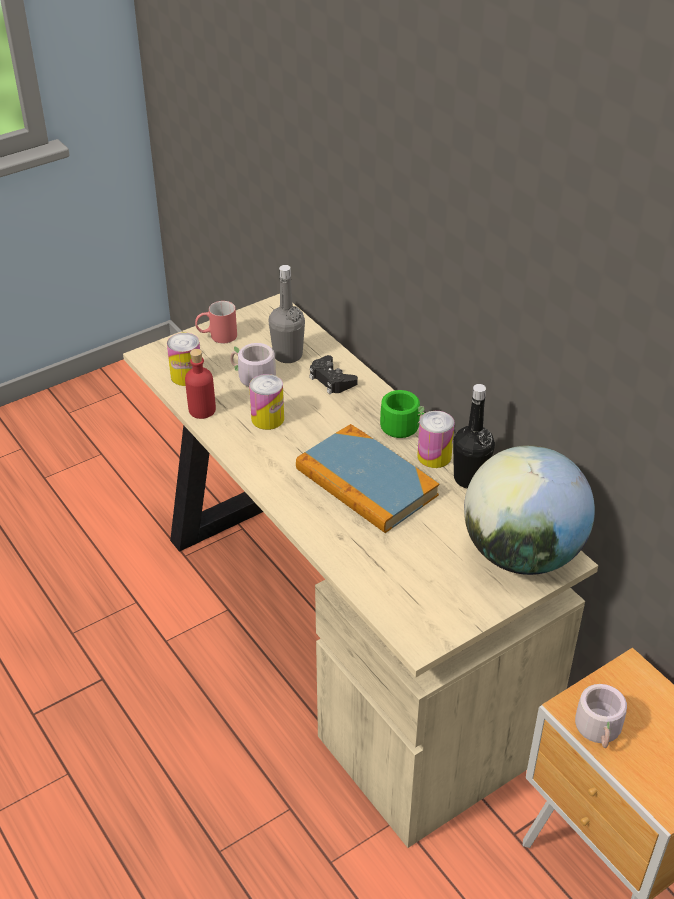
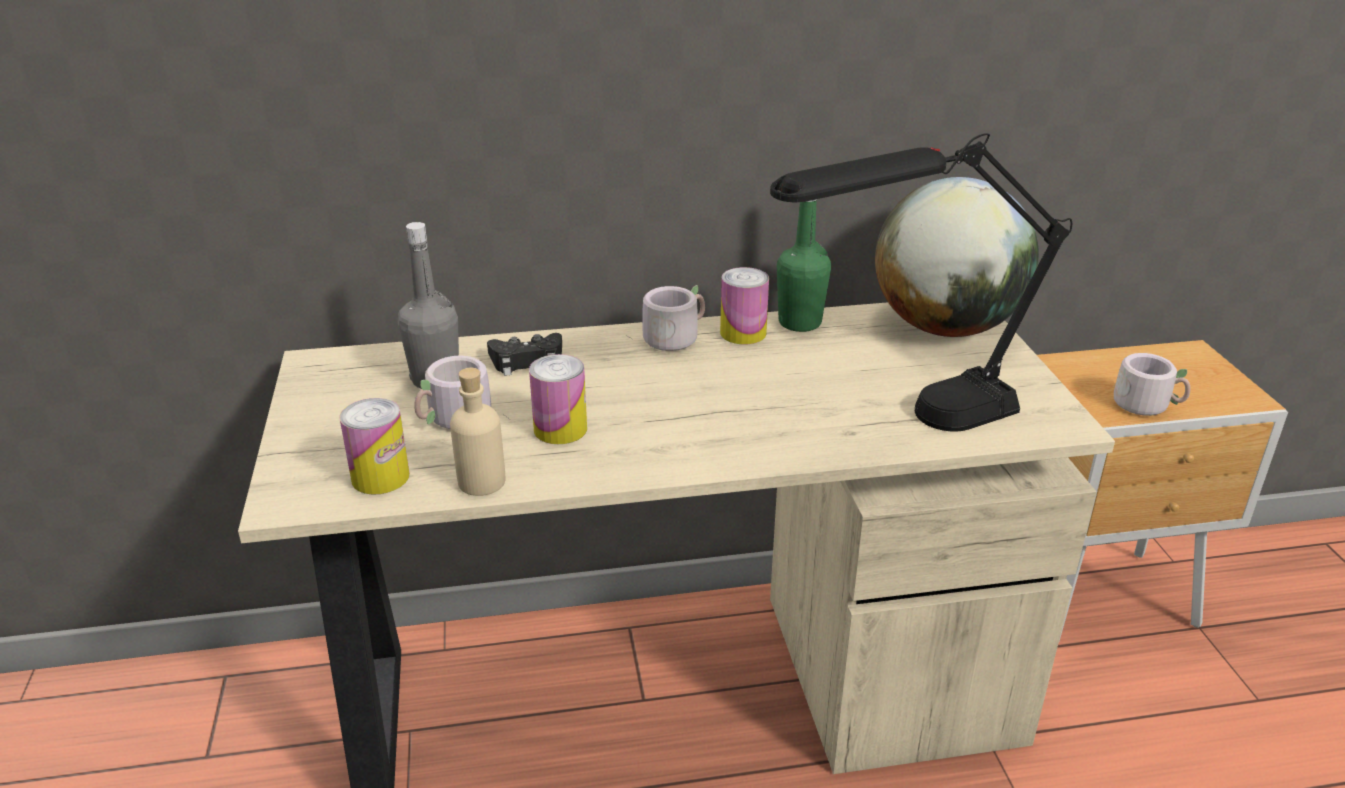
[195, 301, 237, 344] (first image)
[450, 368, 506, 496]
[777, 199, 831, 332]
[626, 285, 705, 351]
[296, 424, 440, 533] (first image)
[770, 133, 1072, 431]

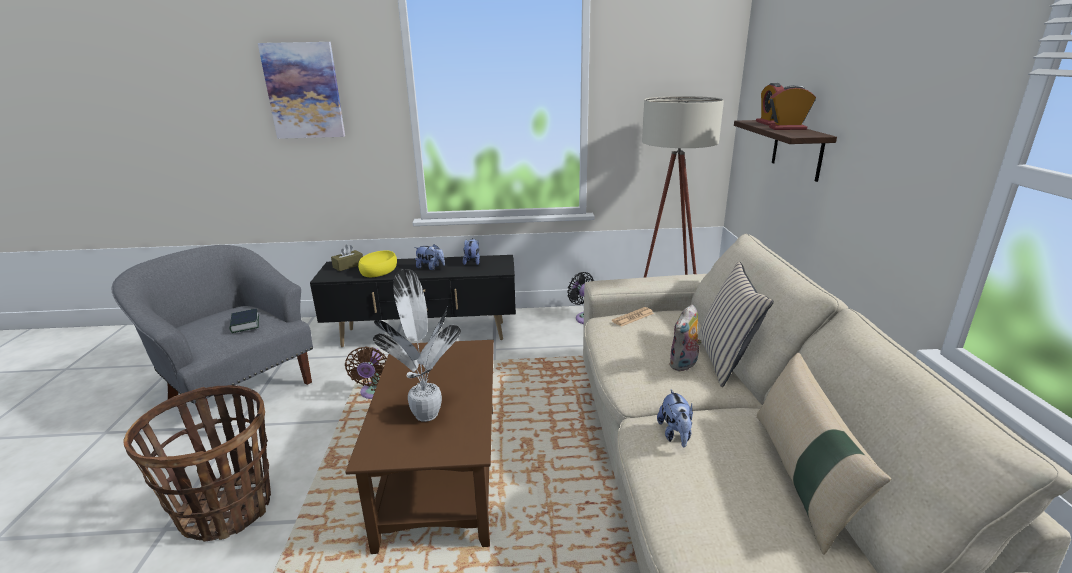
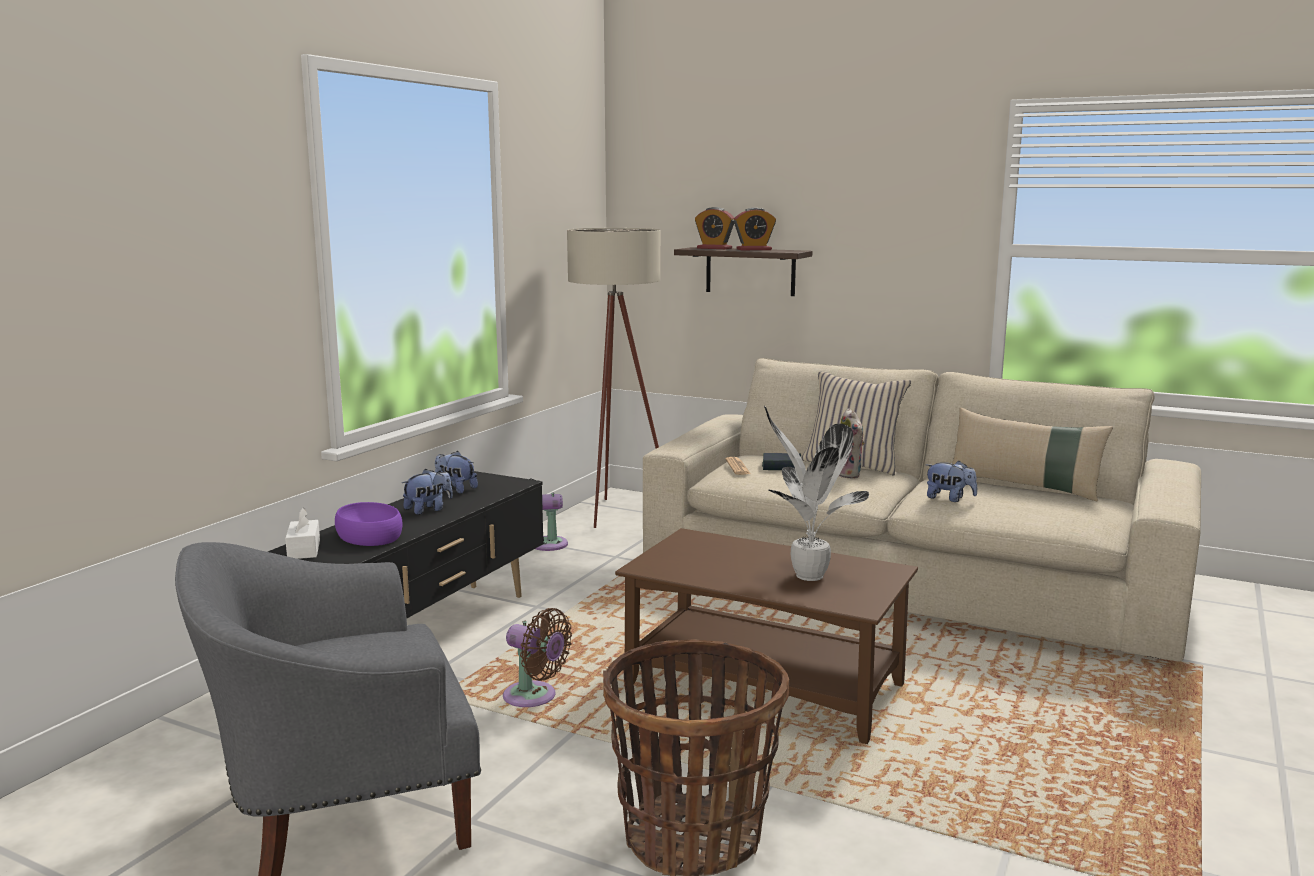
[258, 42, 345, 139] (first image)
[734, 208, 776, 250]
[285, 507, 320, 559]
[335, 502, 403, 546]
[762, 453, 801, 470]

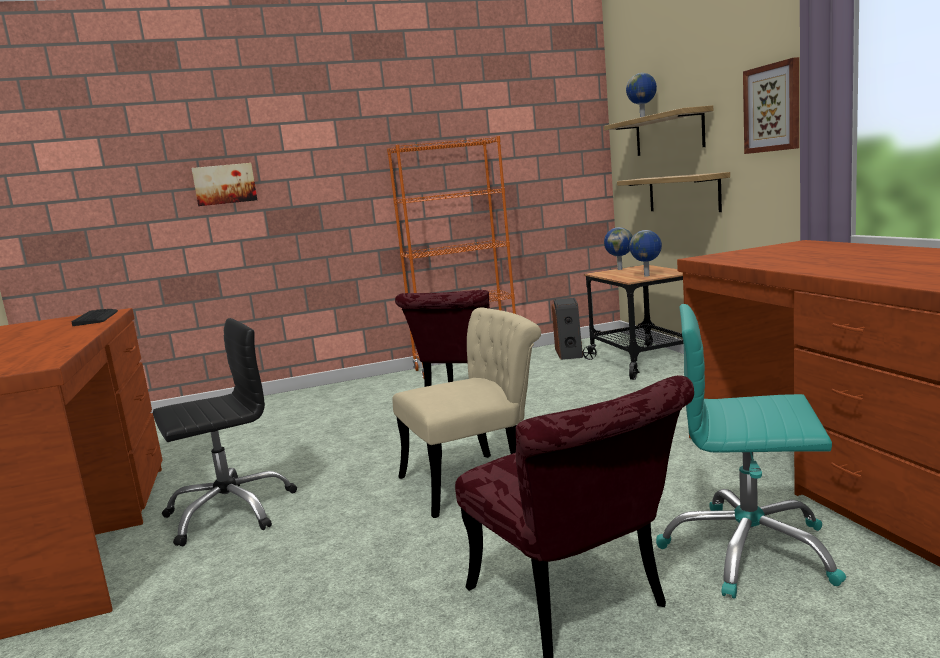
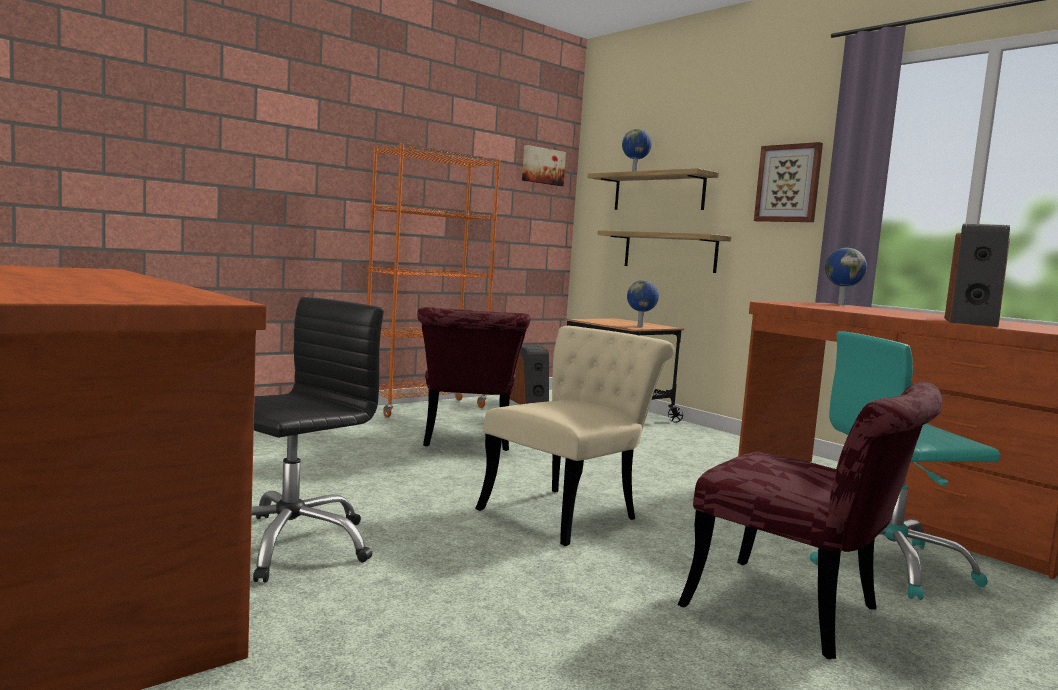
[522, 145, 566, 186]
[825, 248, 867, 305]
[72, 309, 118, 326] (first image)
[945, 223, 1010, 327]

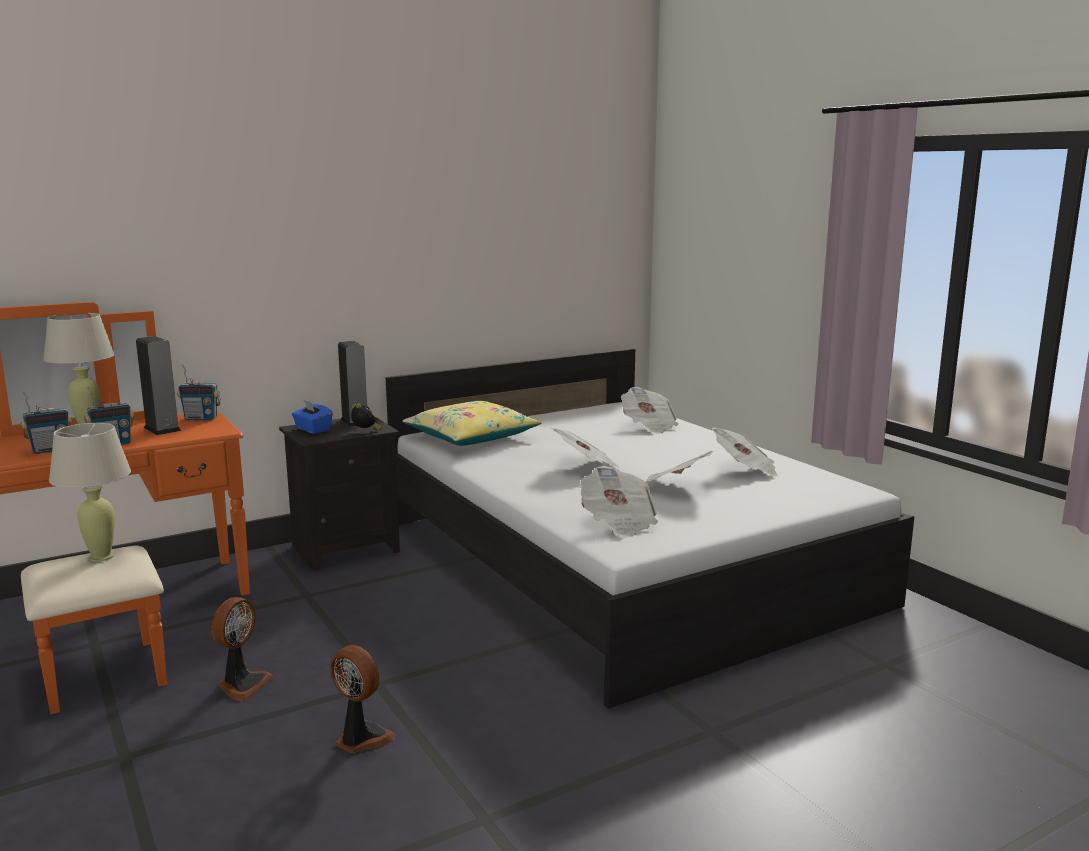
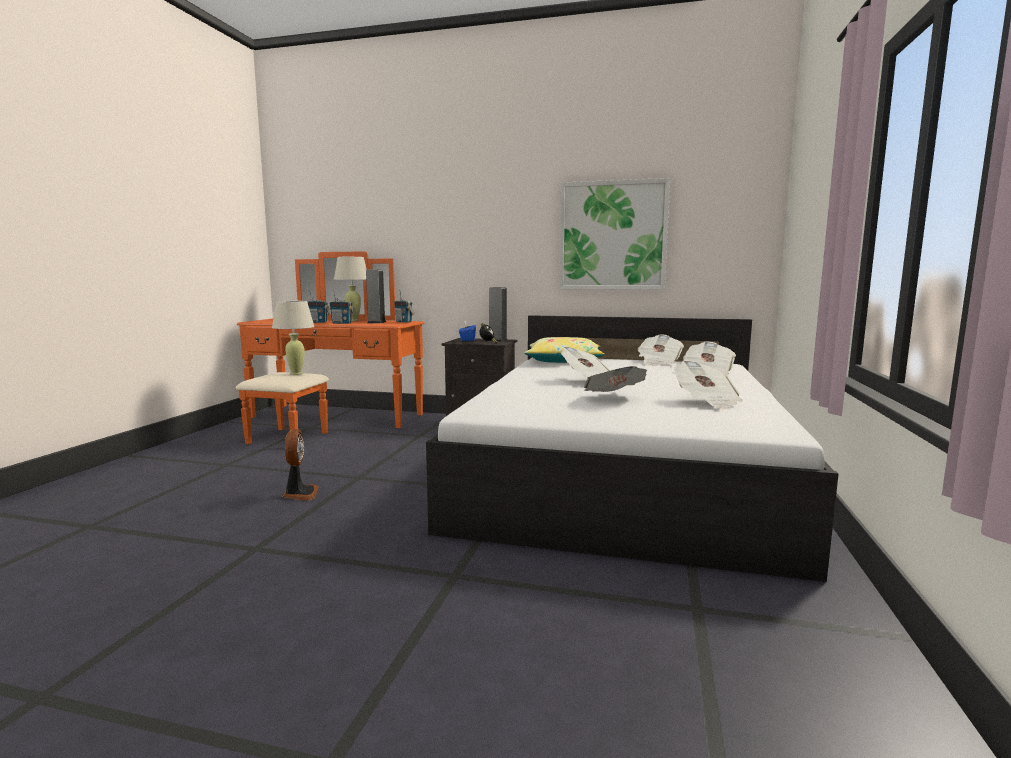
[638, 334, 684, 366]
[212, 597, 274, 701] (first image)
[559, 178, 670, 290]

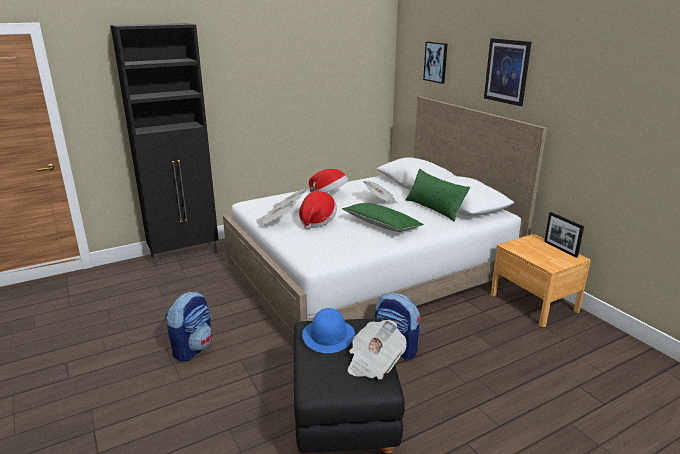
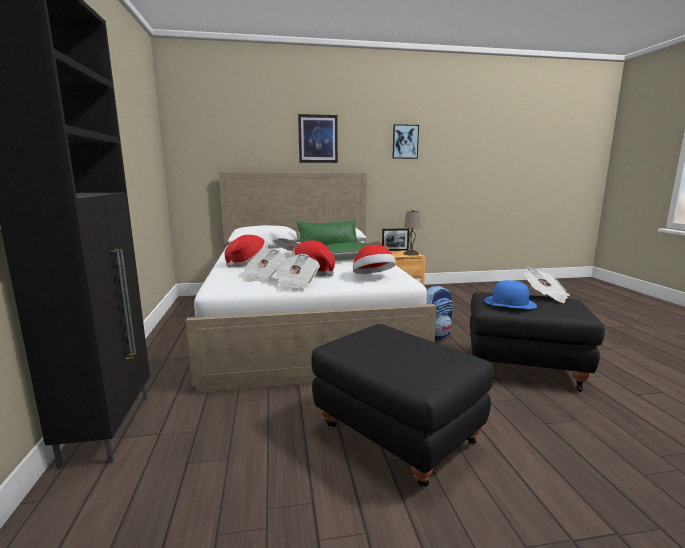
[392, 124, 419, 159]
[311, 324, 494, 487]
[403, 210, 421, 256]
[353, 244, 396, 274]

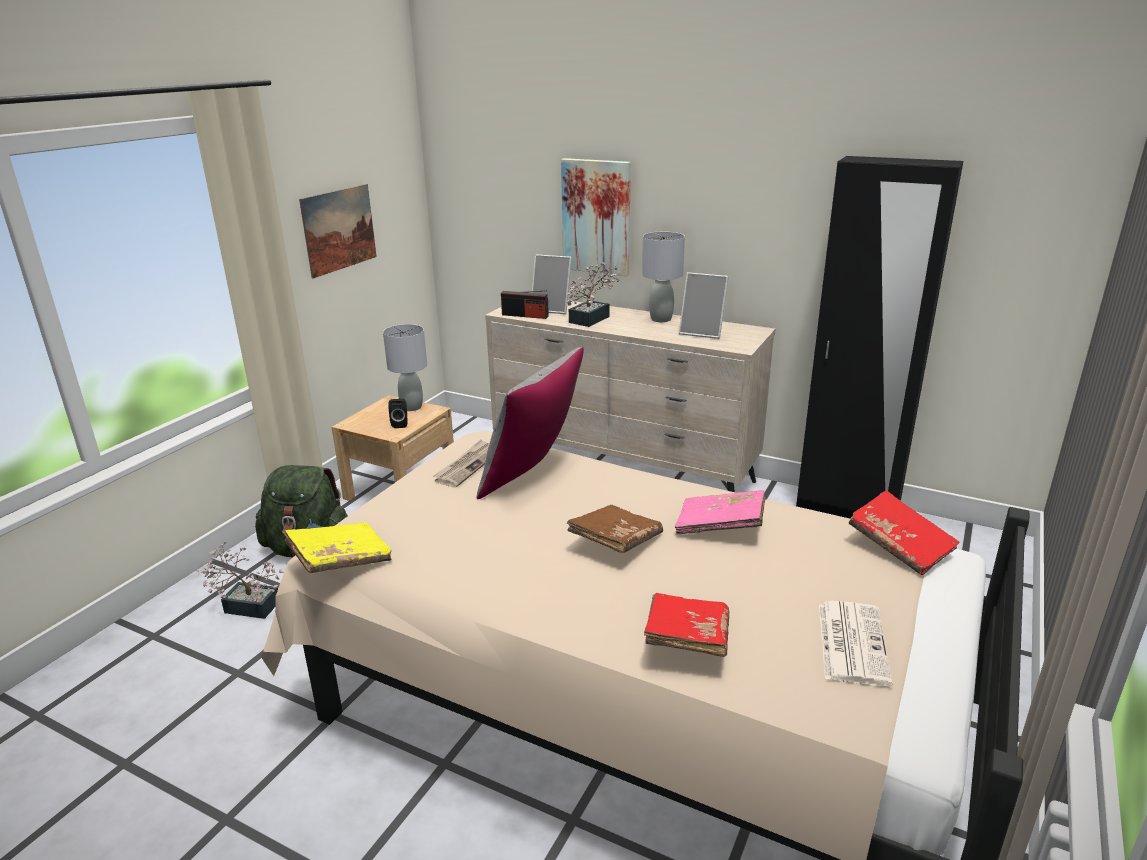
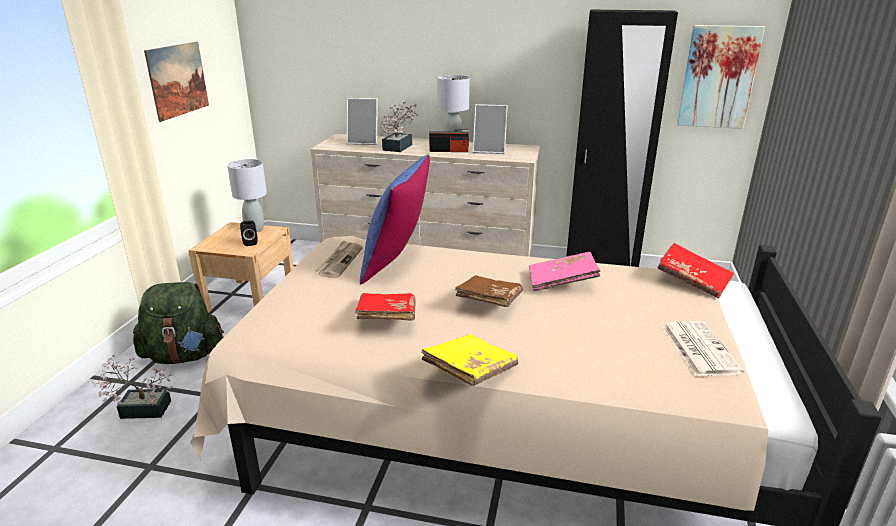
[677, 25, 765, 129]
[429, 128, 469, 152]
[360, 155, 430, 285]
[421, 334, 518, 386]
[355, 293, 416, 320]

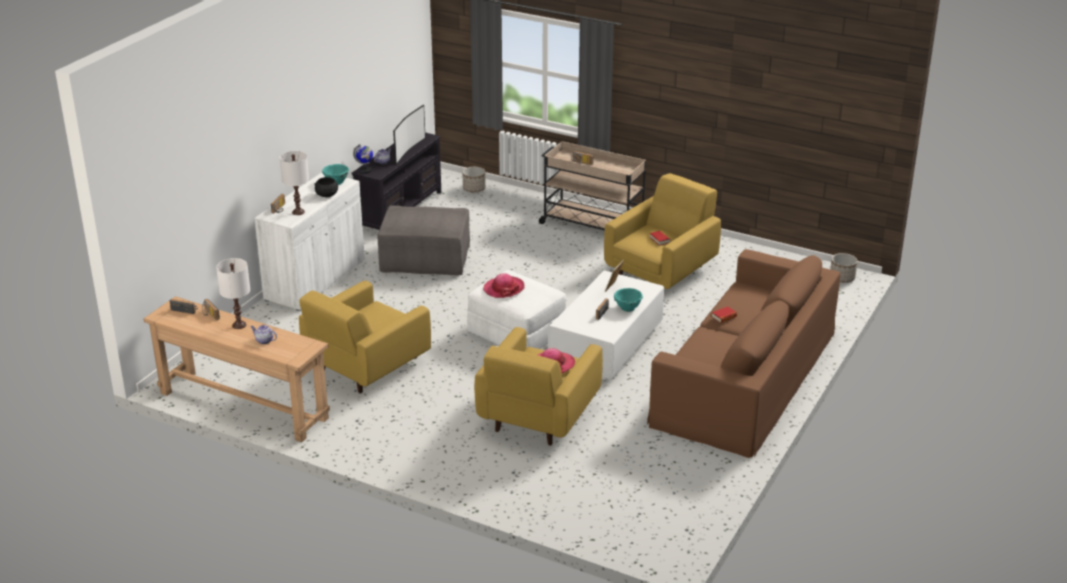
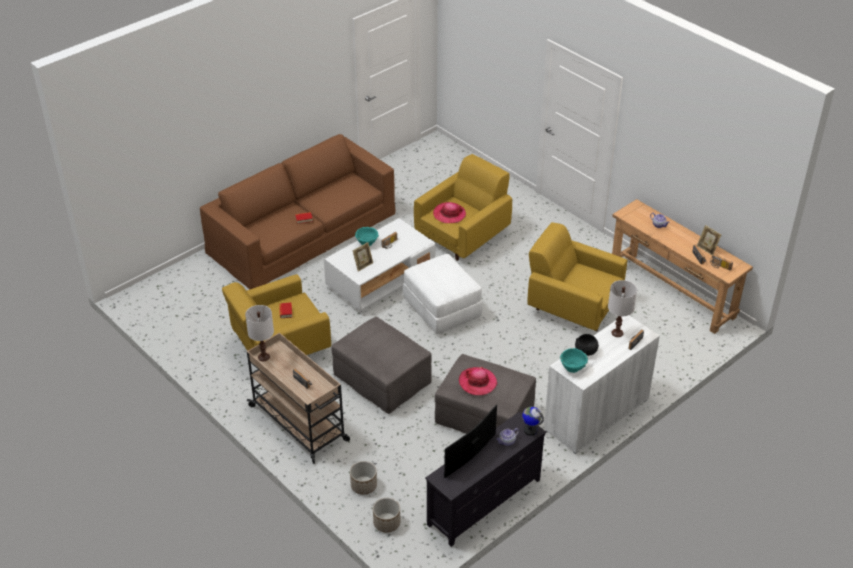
[350, 461, 377, 495]
[245, 305, 274, 361]
[459, 367, 497, 395]
[527, 222, 627, 331]
[697, 225, 721, 256]
[331, 317, 432, 414]

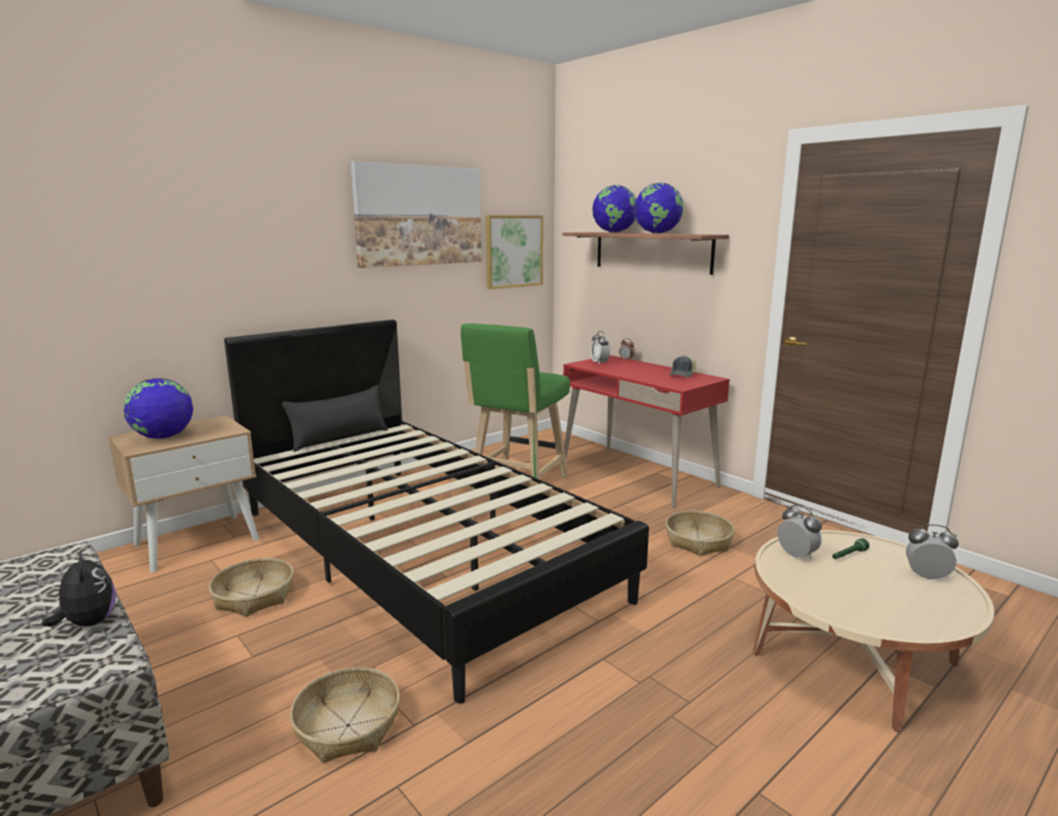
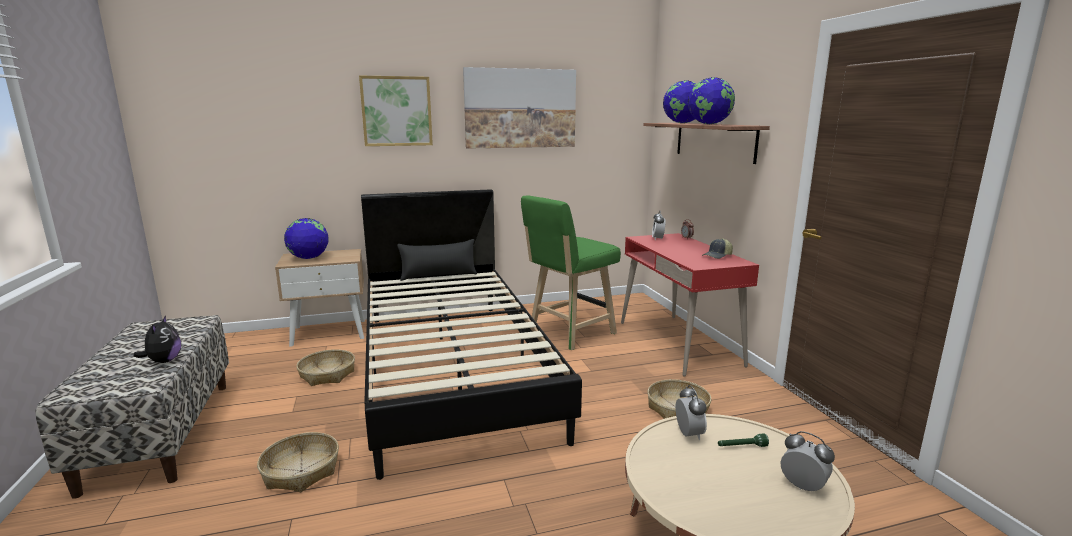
[359, 75, 433, 146]

